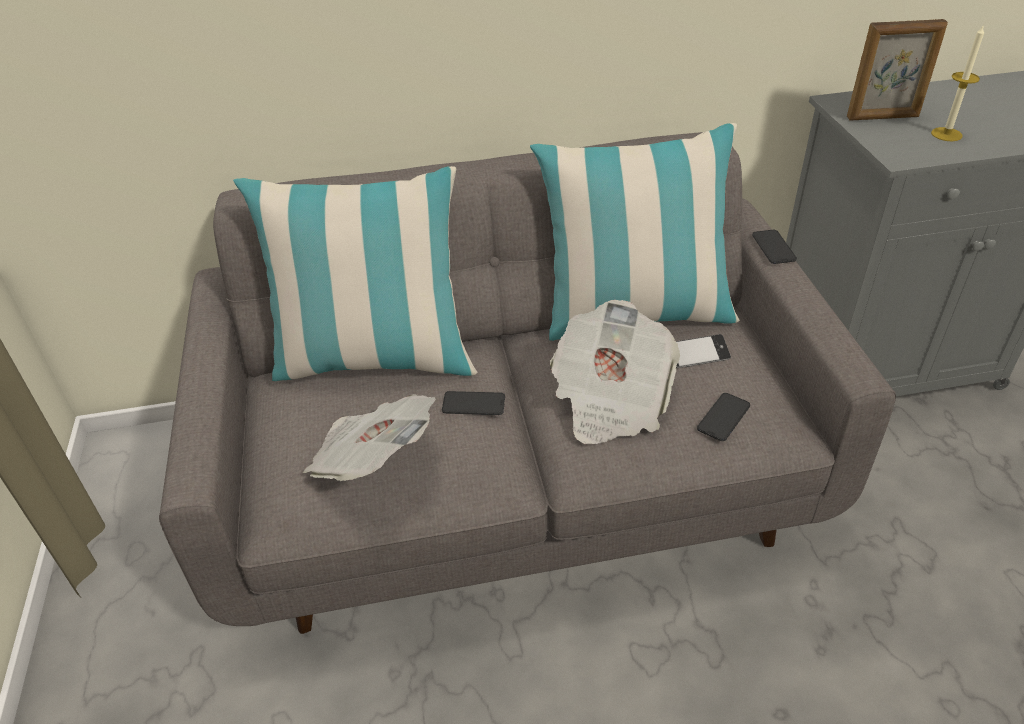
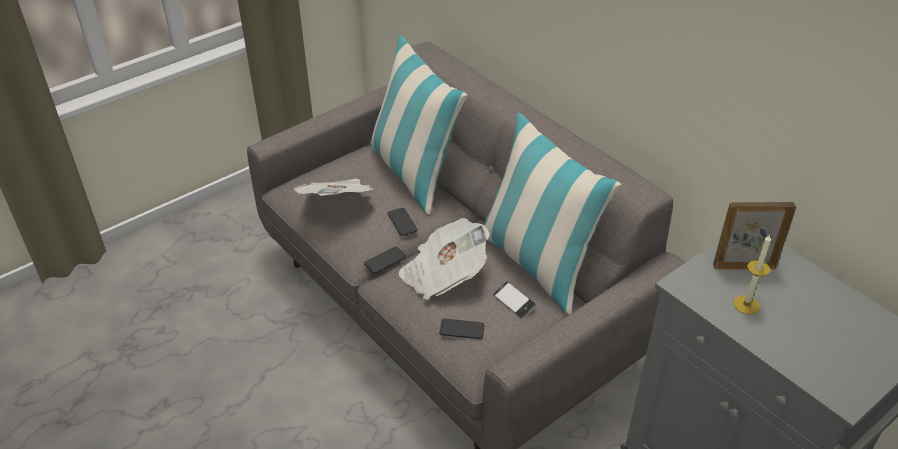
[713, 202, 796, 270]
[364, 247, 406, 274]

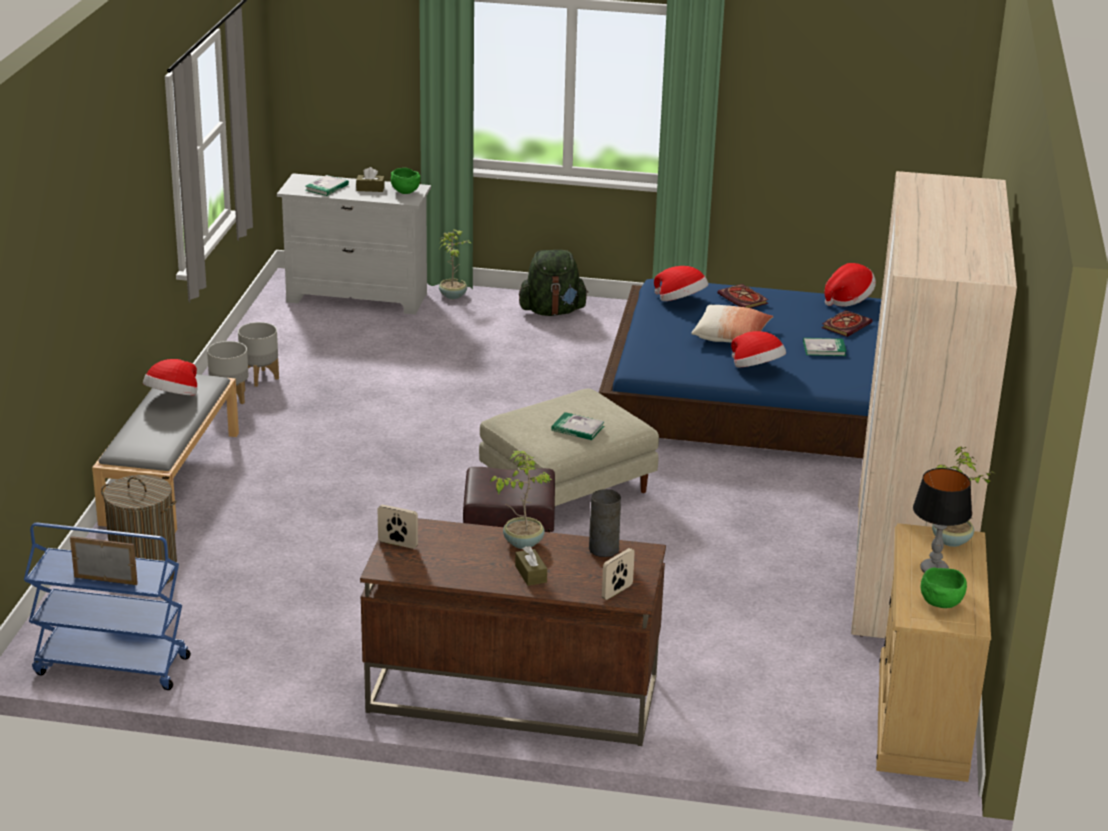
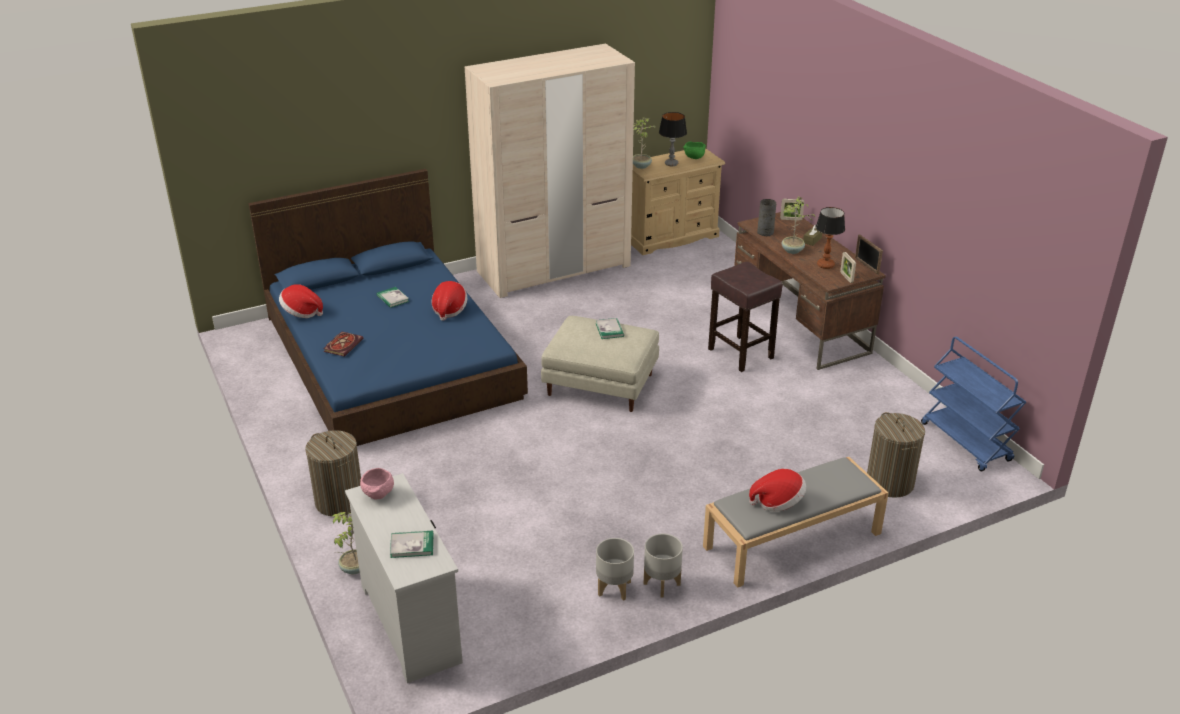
[356, 167, 385, 192] (first image)
[360, 468, 394, 499]
[305, 430, 361, 516]
[654, 266, 708, 301] (first image)
[691, 305, 774, 343] (first image)
[821, 310, 872, 337] (first image)
[855, 234, 883, 275]
[816, 207, 845, 269]

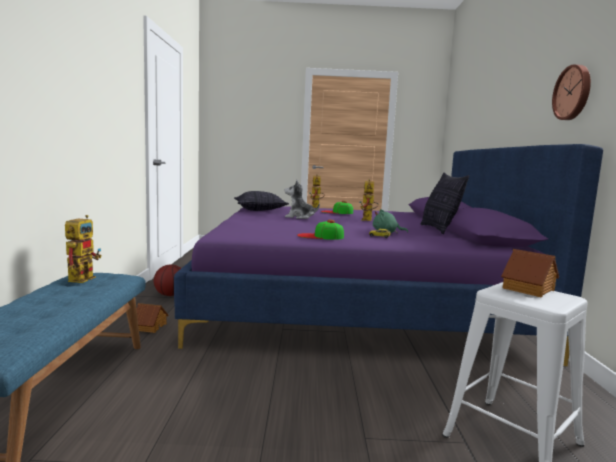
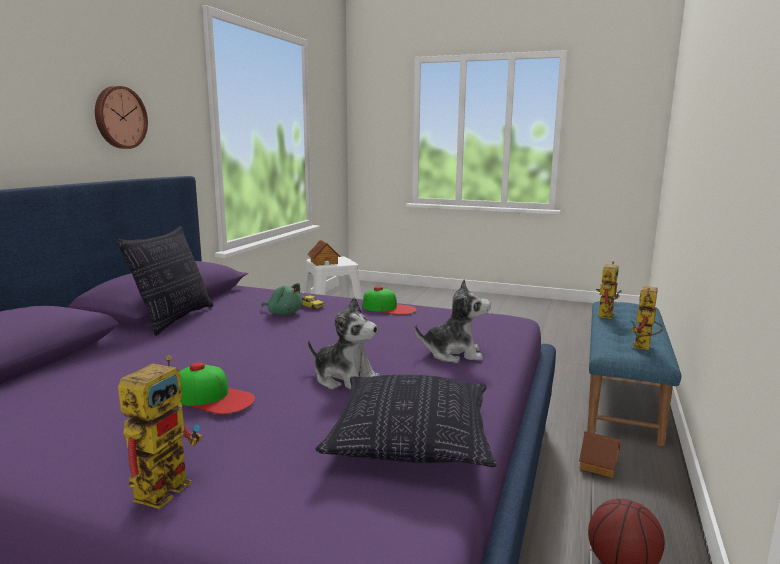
[596, 261, 622, 319]
[415, 279, 491, 363]

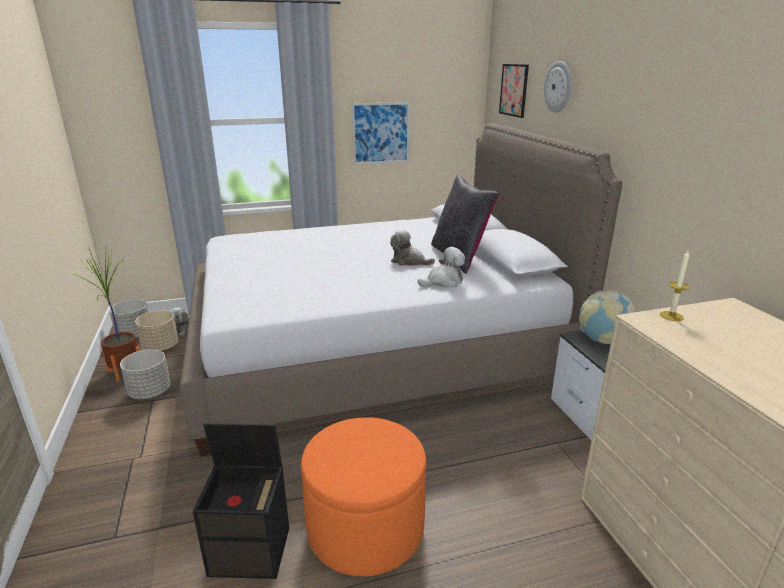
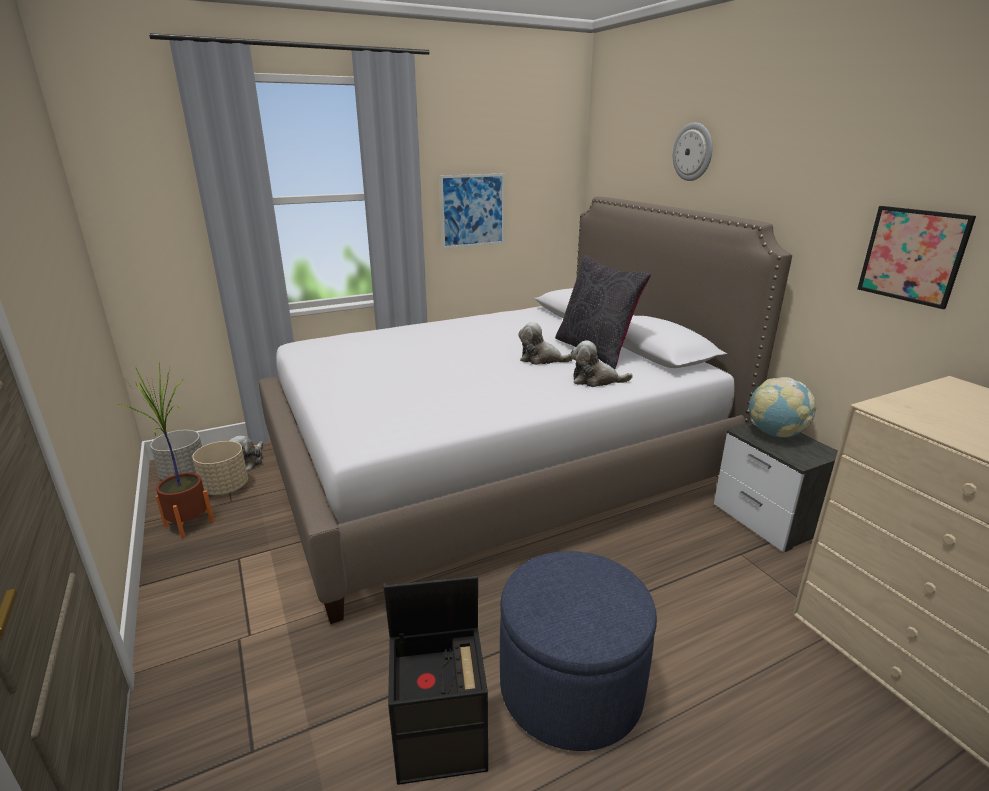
[857, 206, 976, 309]
[571, 340, 633, 387]
[660, 251, 690, 321] (first image)
[120, 349, 171, 399] (first image)
[500, 551, 657, 751]

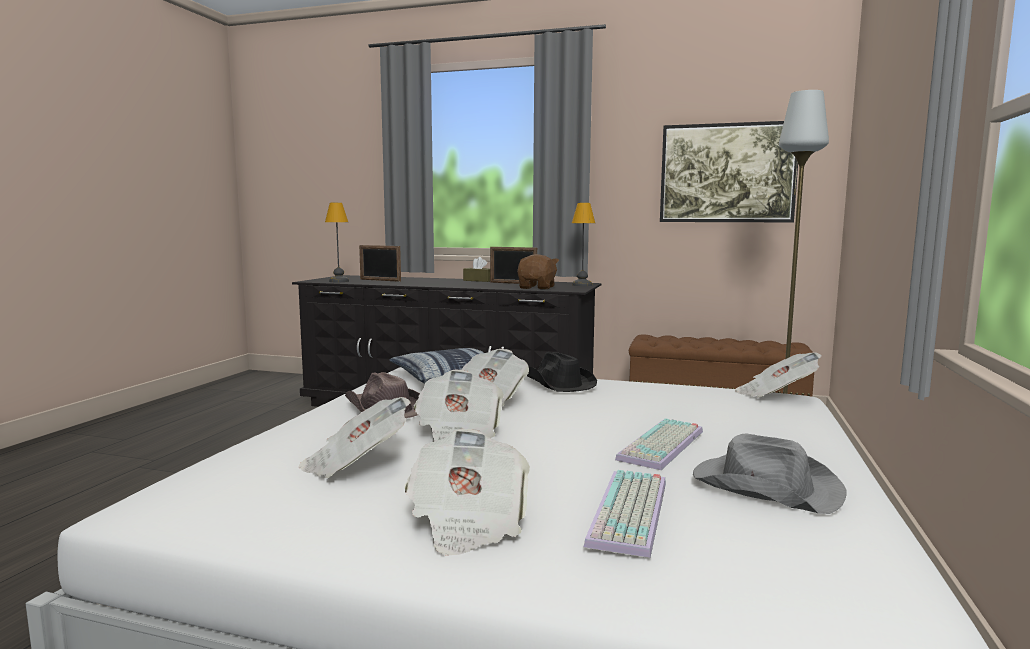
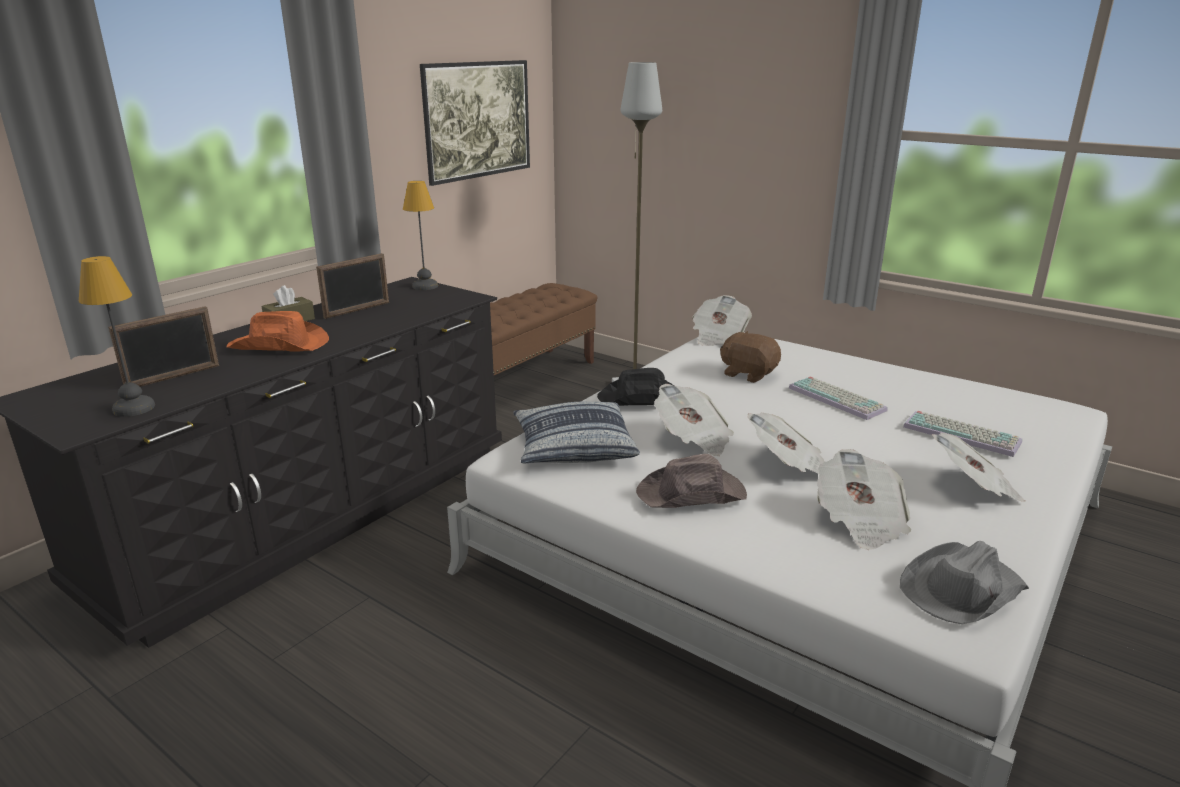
[720, 331, 781, 383]
[900, 541, 1029, 625]
[227, 311, 329, 352]

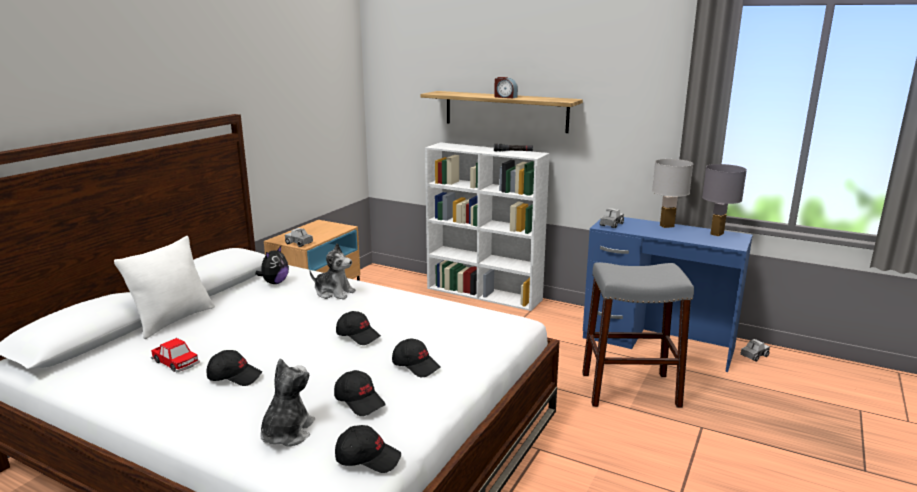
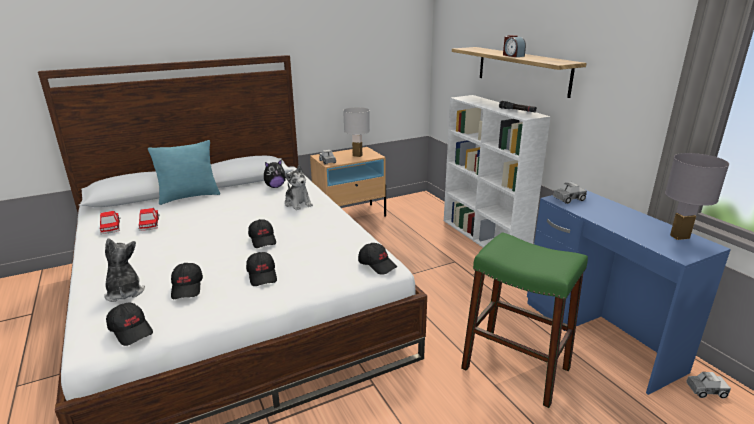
[343, 107, 370, 157]
[148, 140, 220, 205]
[461, 232, 588, 408]
[358, 243, 397, 275]
[104, 238, 145, 302]
[100, 211, 120, 234]

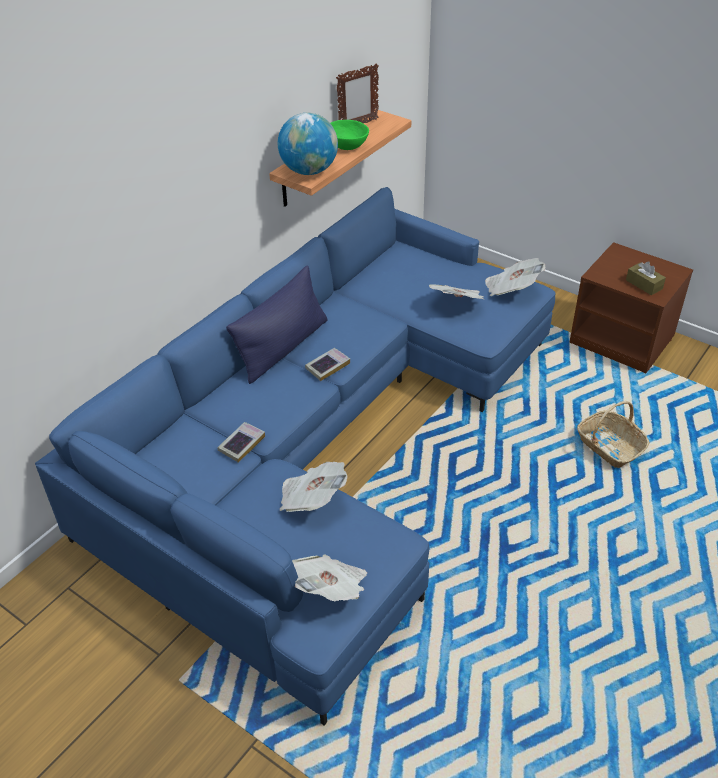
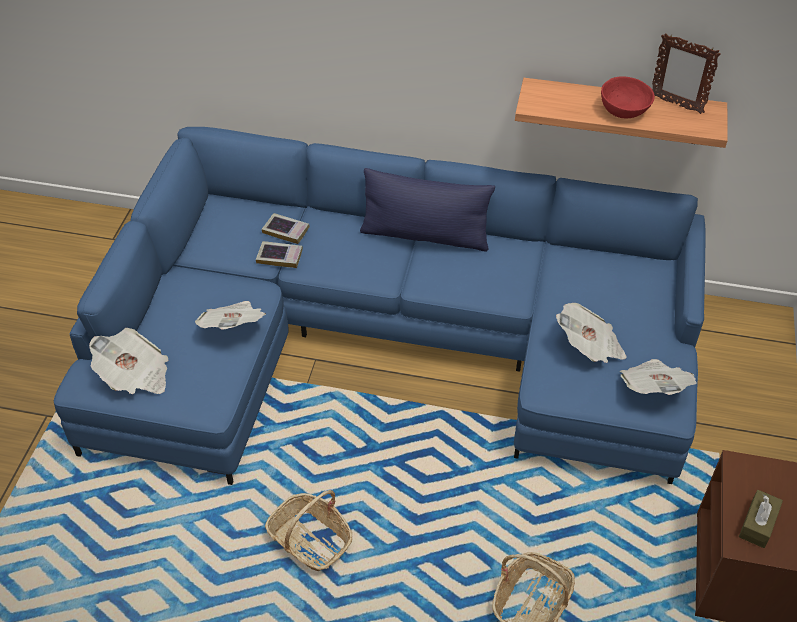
[278, 113, 338, 175] (first image)
[601, 77, 655, 118]
[262, 213, 310, 244]
[265, 490, 352, 571]

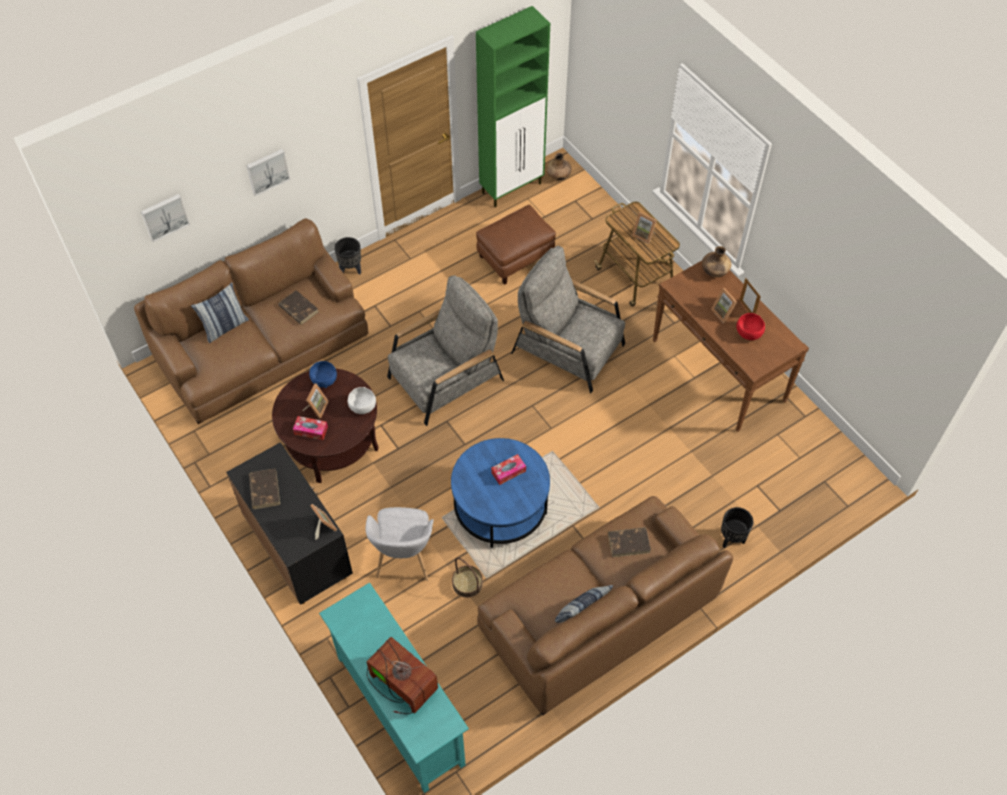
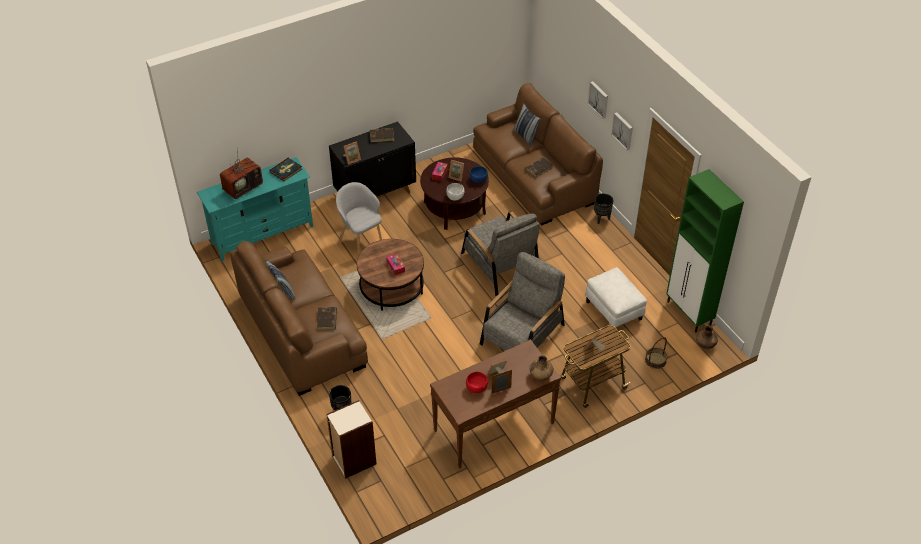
[611, 112, 633, 150]
[585, 267, 647, 328]
[357, 239, 424, 311]
[336, 182, 382, 256]
[645, 337, 667, 369]
[269, 158, 302, 181]
[326, 400, 377, 479]

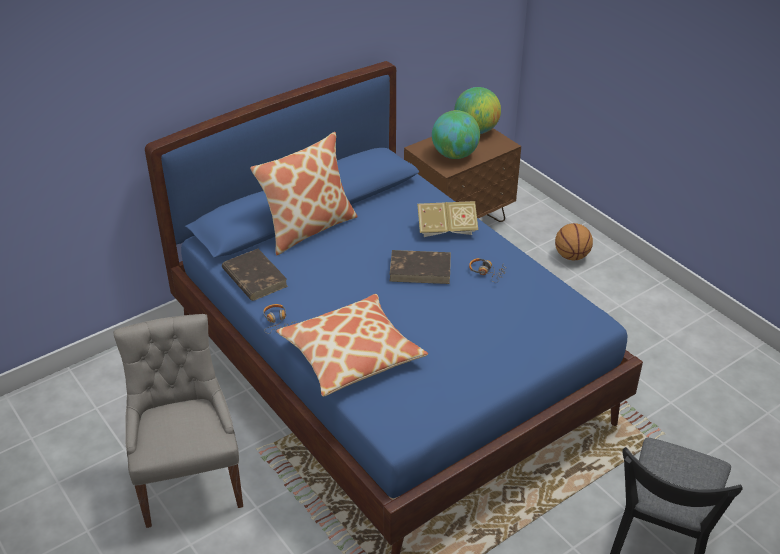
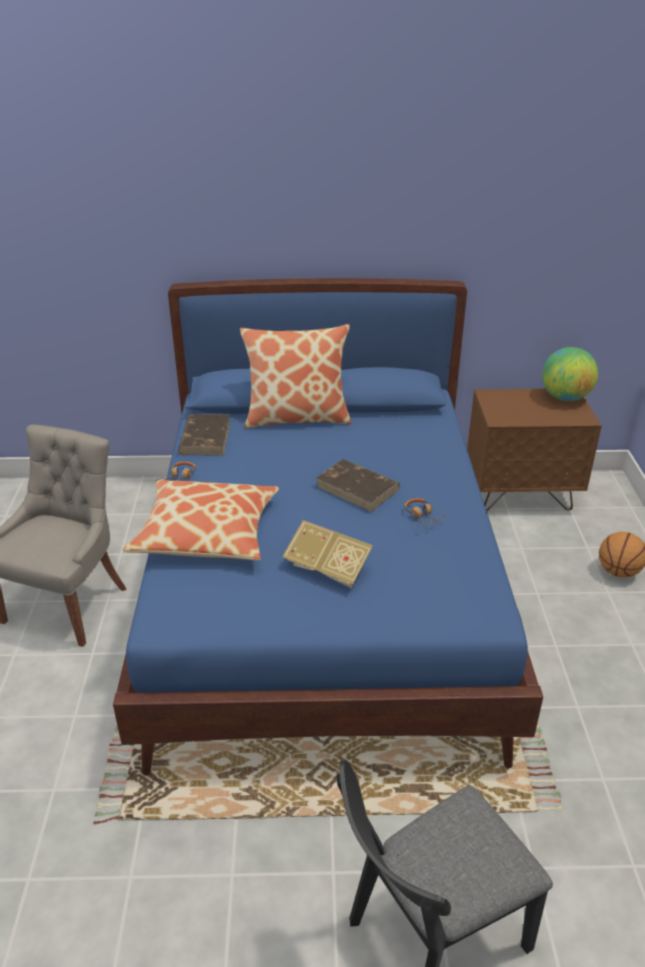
[432, 110, 480, 159] (first image)
[282, 520, 373, 588]

